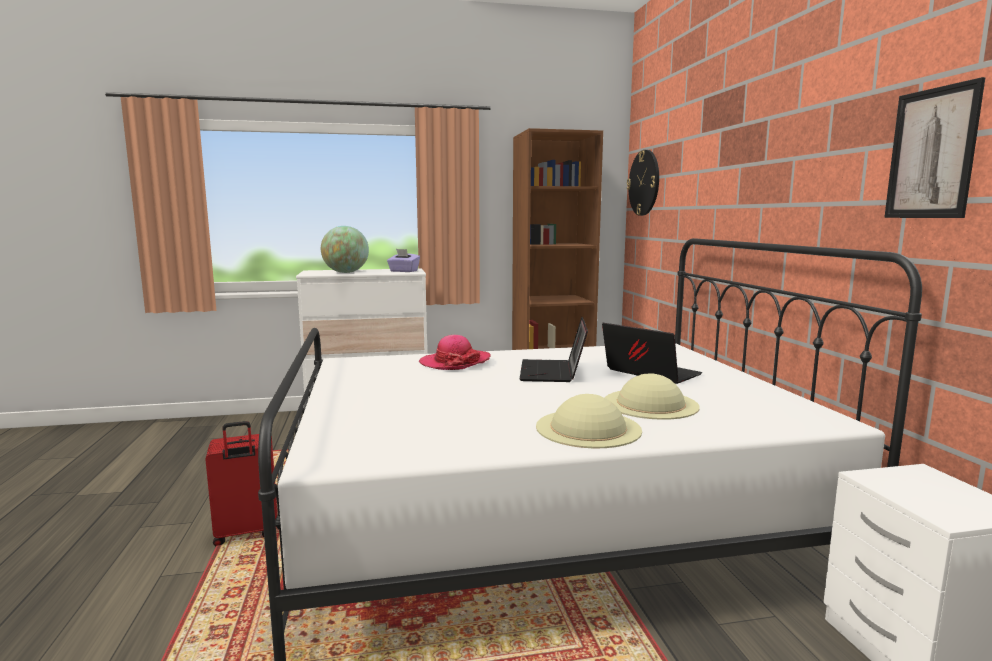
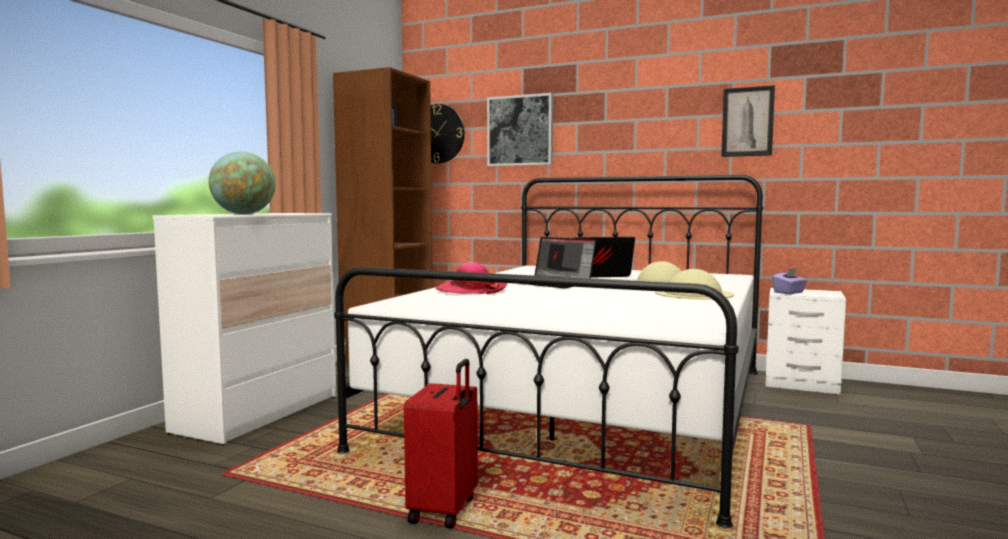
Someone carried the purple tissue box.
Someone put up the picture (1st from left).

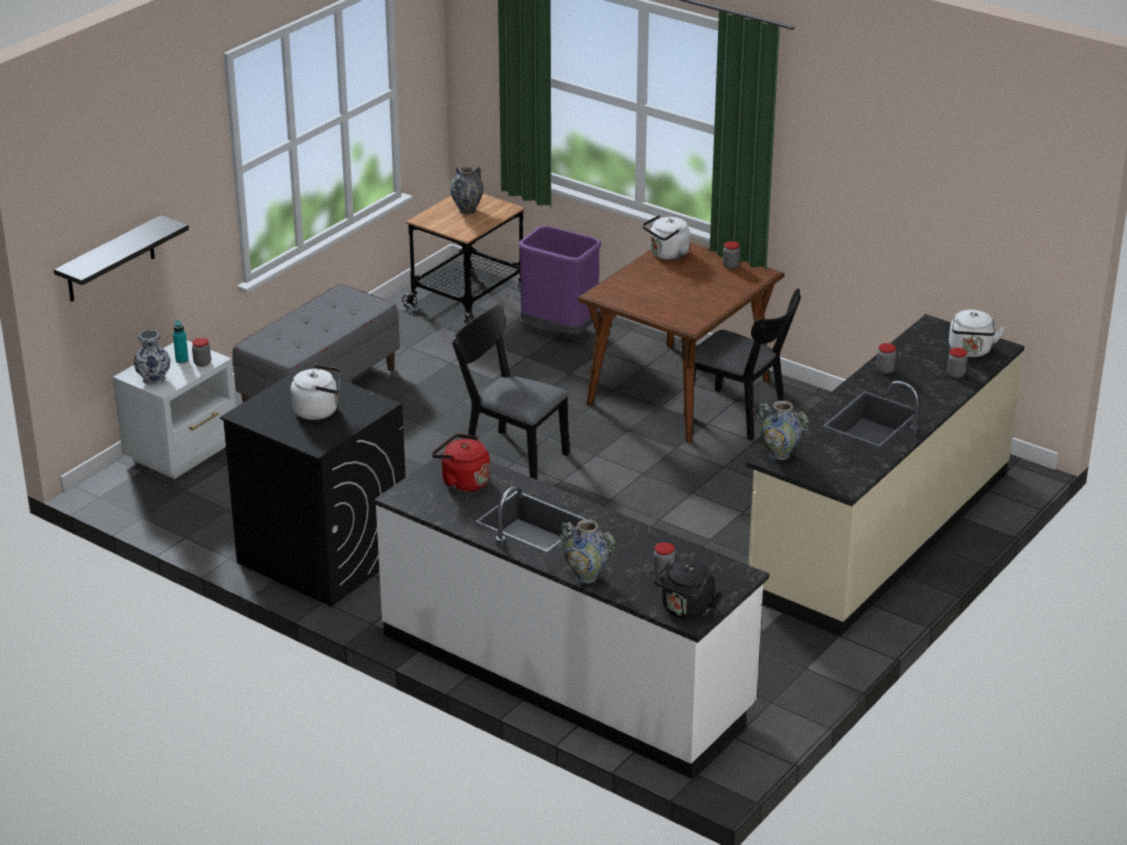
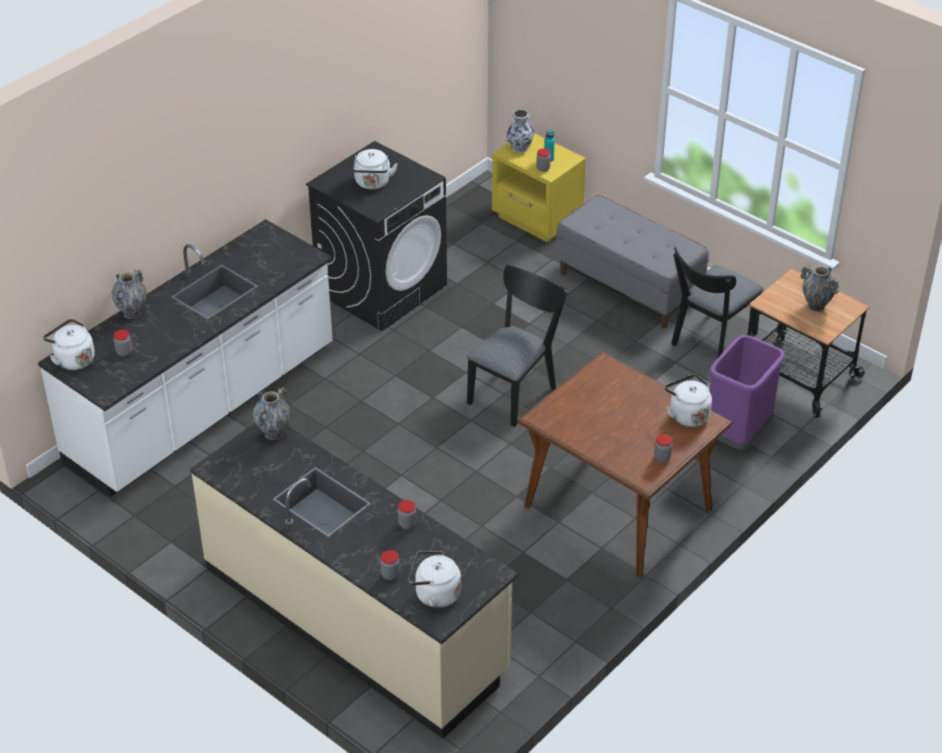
Someone took away the shelf.
Someone repainted the white nightstand, which became the yellow nightstand.
Someone took away the red kettle.
Someone repainted the black kettle, which became the white kettle (1st from left).
Someone carried the black chair (2nd from left).

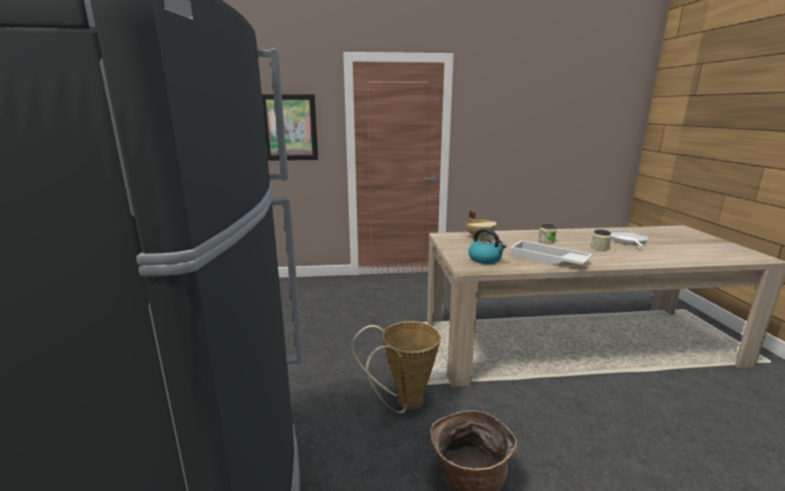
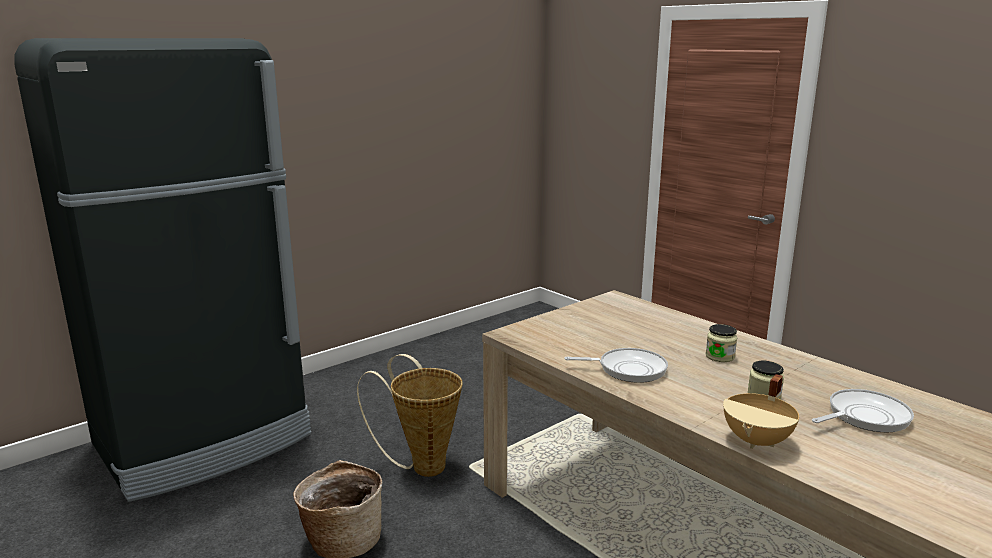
Someone took away the picture.
Someone carried the beige cooking pot.
Someone took away the kettle.
Someone swapped the white tray for the frying pan (1st from left).

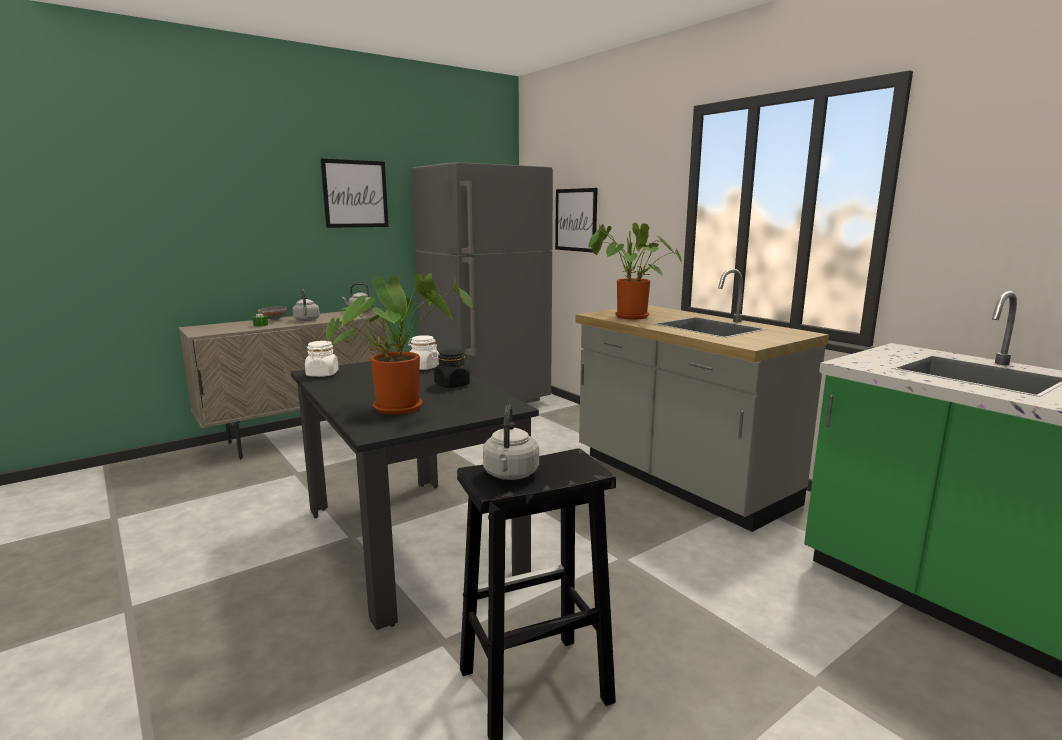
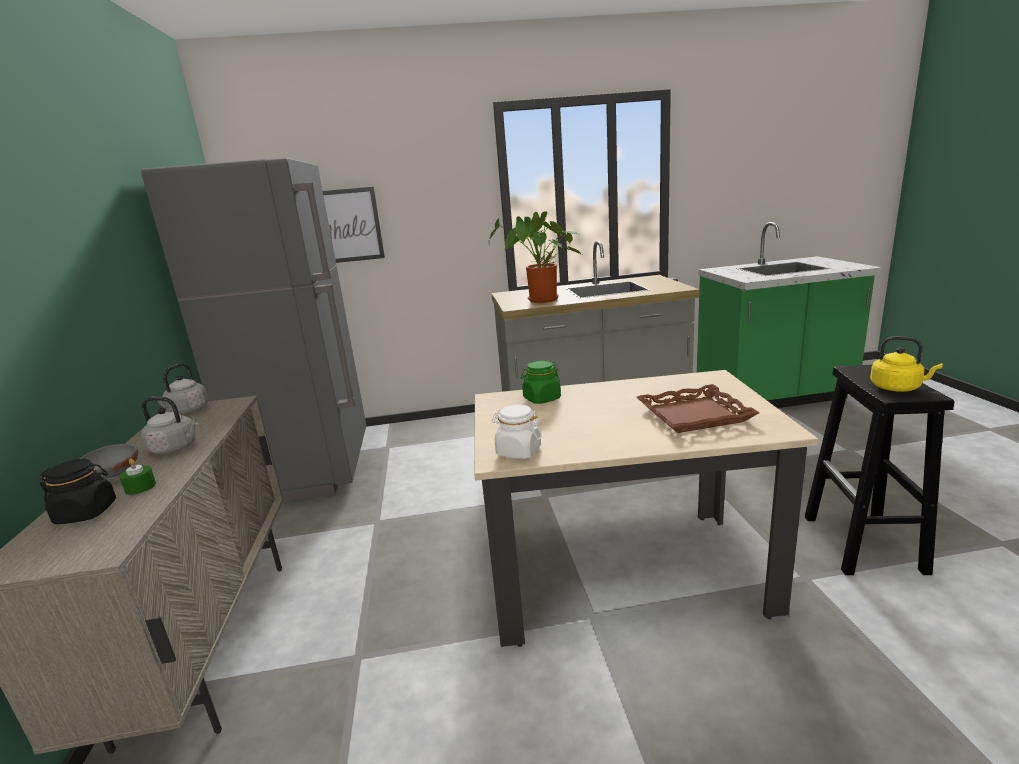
Someone repainted the black dining table, which became the beige dining table.
Someone took away the picture (1st from left).
Someone swapped the potted plant (1st from left) for the brown tray.
Someone repainted the white jar (2nd from left), which became the green jar.
Someone carried the black jar.
Someone repainted the grey kettle (3rd from left), which became the yellow kettle.

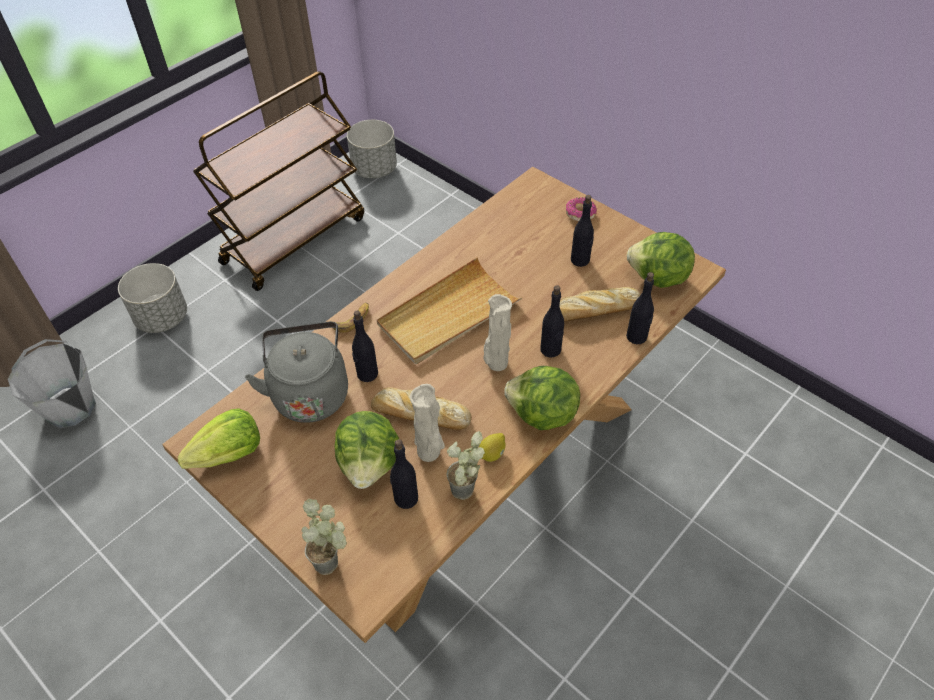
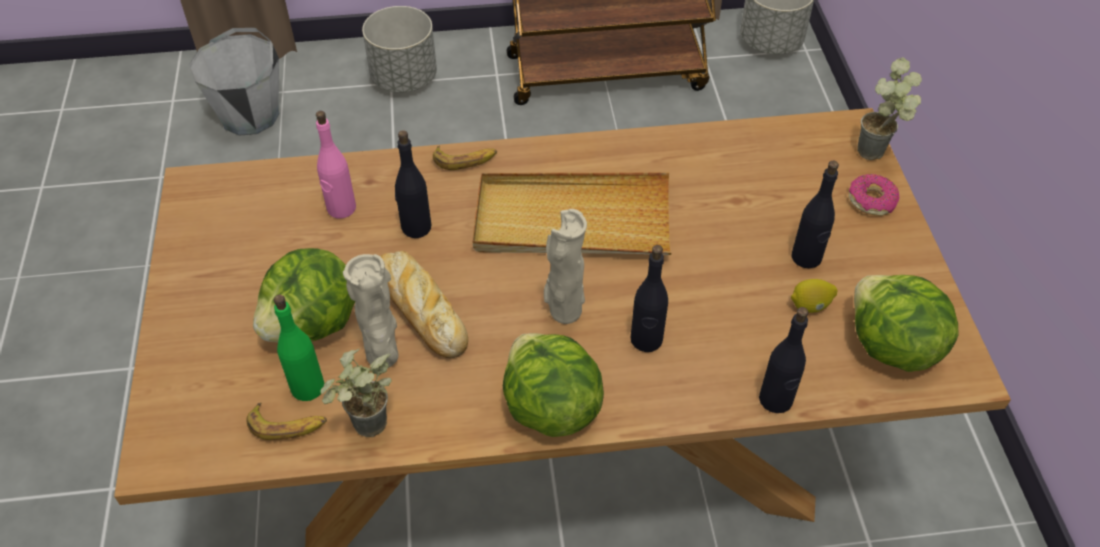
Someone took away the lettuce (1st from left).
Someone swapped the grey kettle for the pink bottle.
Someone carried the potted plant (1st from left in the first image).
Someone repainted the black bottle (2nd from left), which became the green bottle.
Someone carried the lemon.
Someone took away the bread (2nd from left).
Someone put down the banana (1st from left).

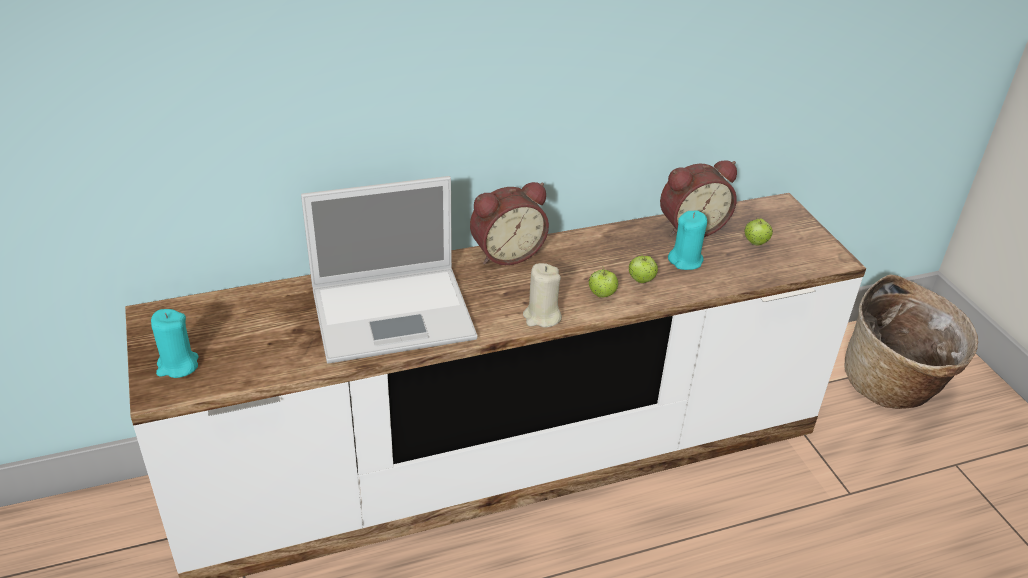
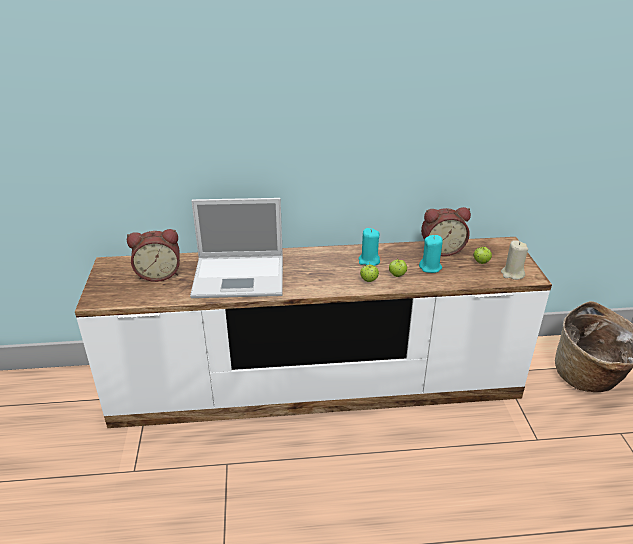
Someone carried the turquoise candle (1st from left).
Someone carried the alarm clock (1st from left).
Someone carried the beige candle.

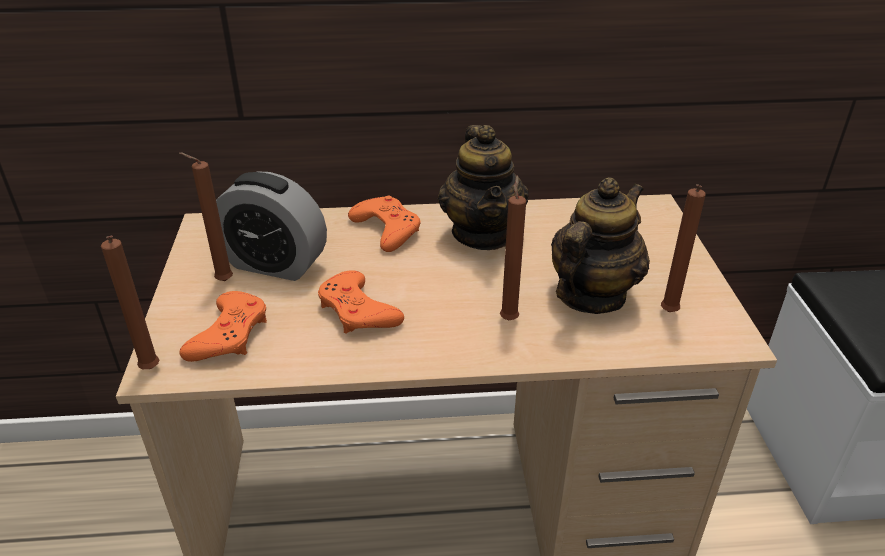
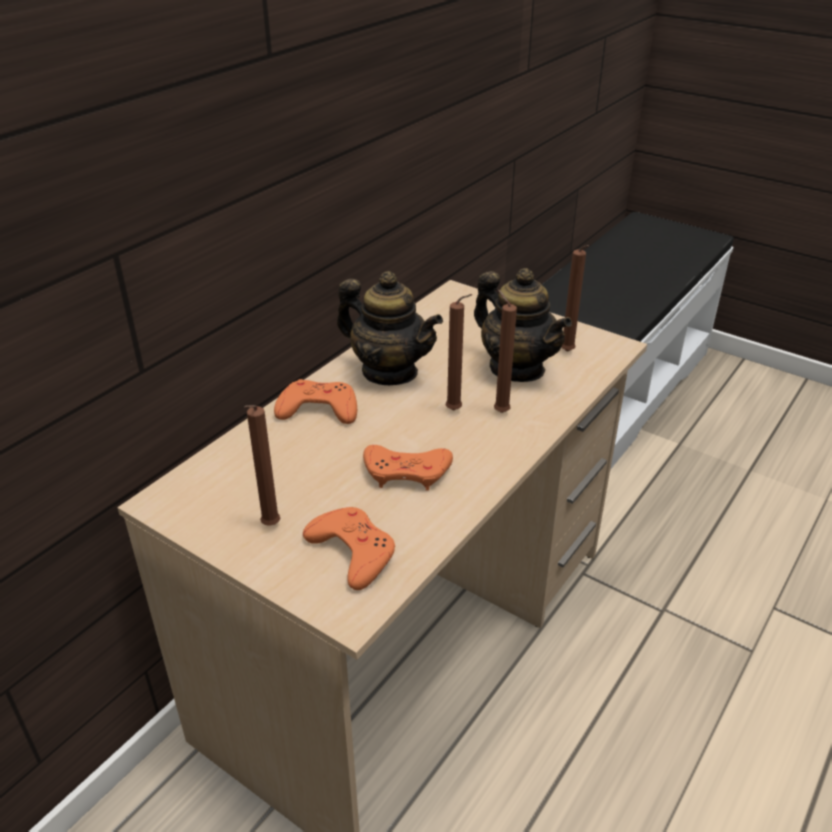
Someone carried the brown candle (1st from left in the first image).
Someone took away the alarm clock.
Someone rotated the teapot (2nd from left) by 150 degrees clockwise.

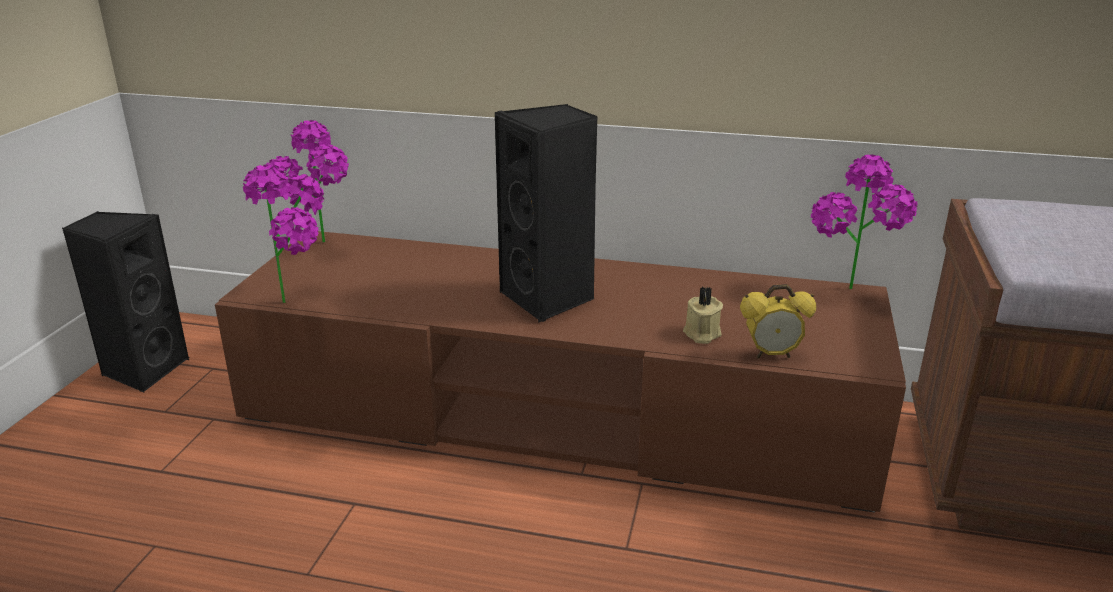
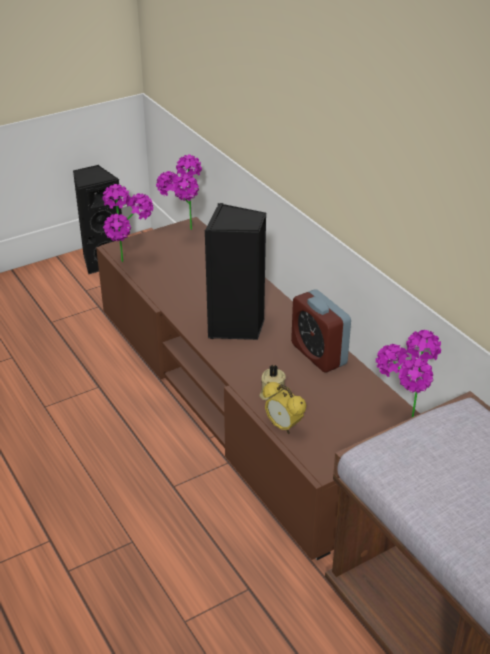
Someone put down the alarm clock (2nd from left).

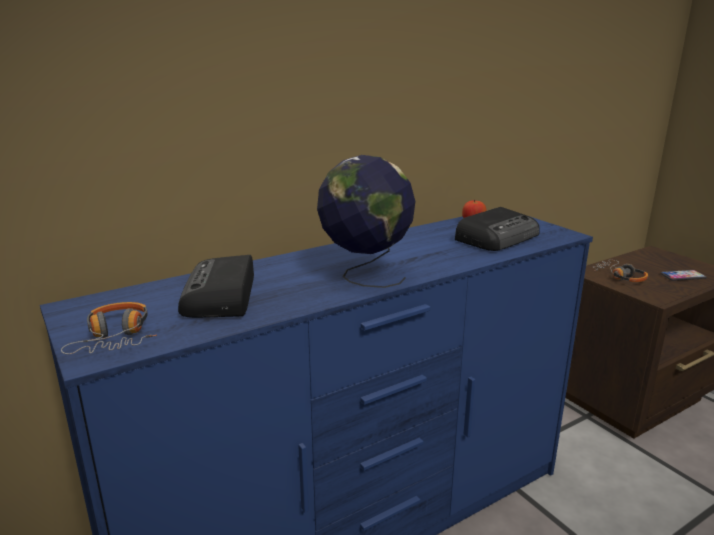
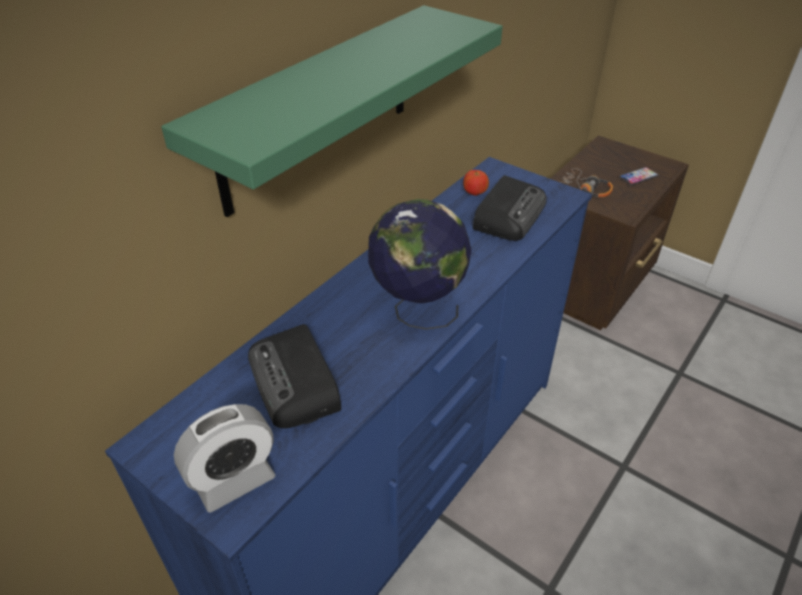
Someone swapped the headphones (1st from left) for the alarm clock.
Someone put up the green shelf.

